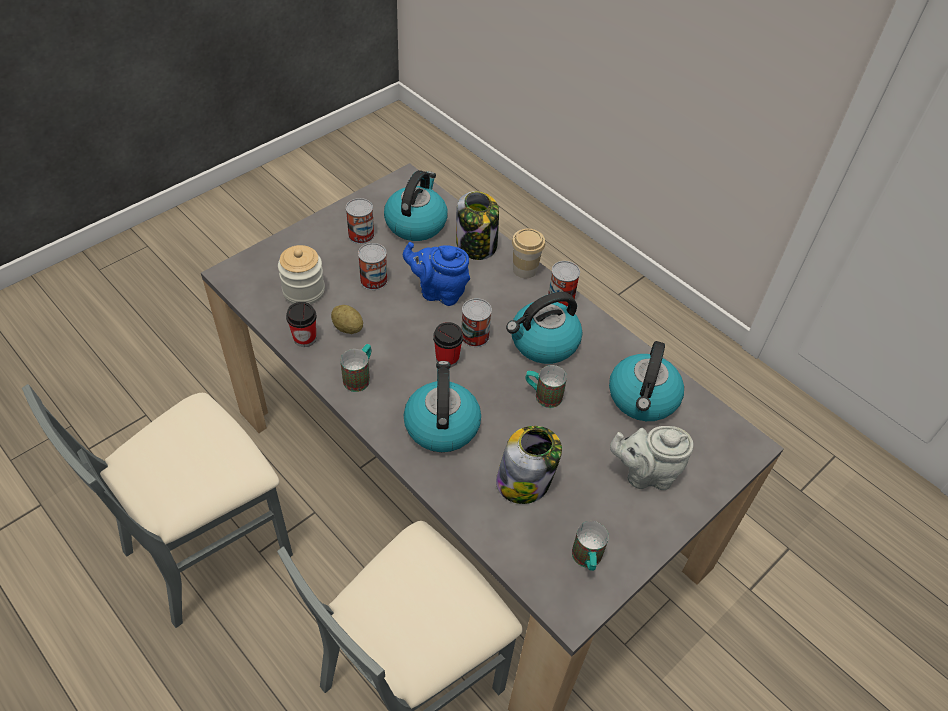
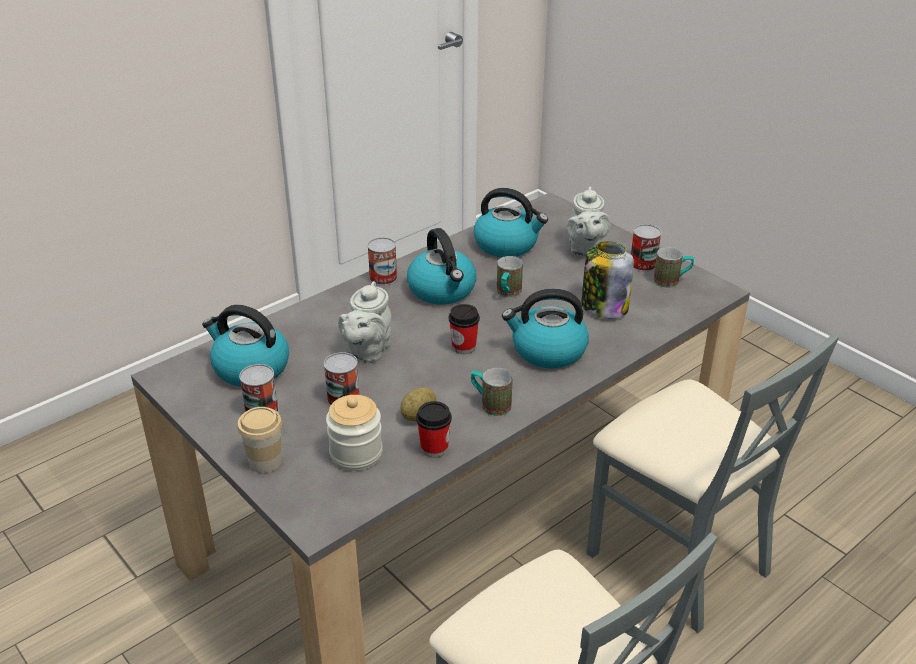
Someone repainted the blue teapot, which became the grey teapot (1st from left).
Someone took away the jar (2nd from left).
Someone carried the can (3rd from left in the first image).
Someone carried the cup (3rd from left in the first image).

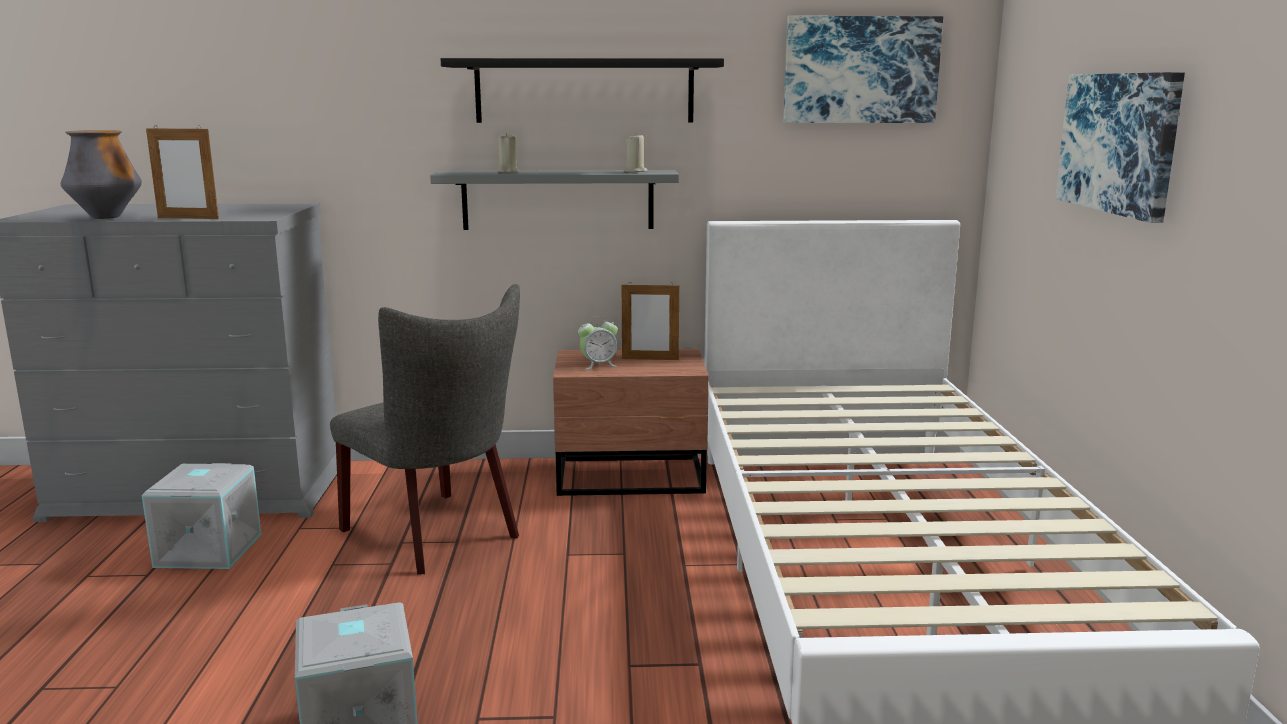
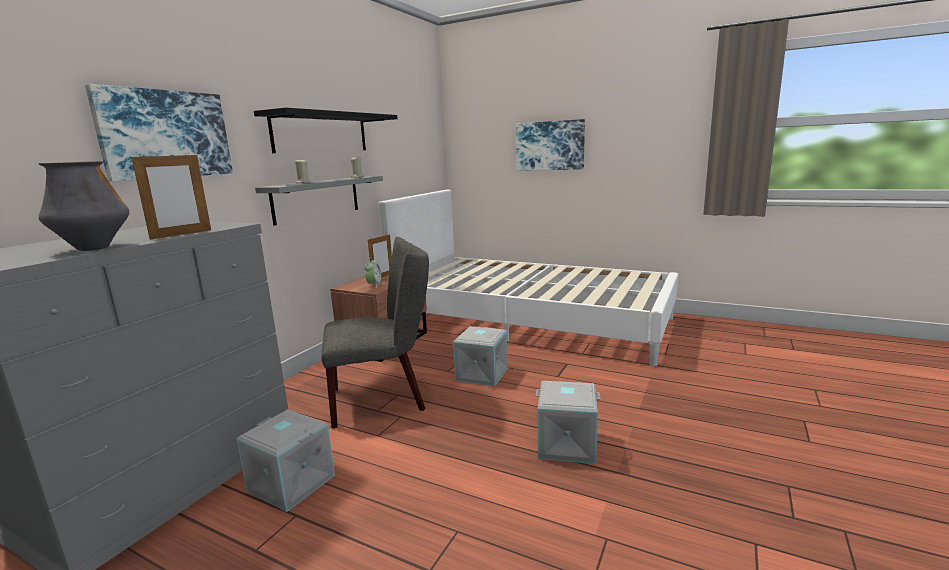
Someone carried the picture (1st from left).
Someone put down the grey storage box (2nd from left).

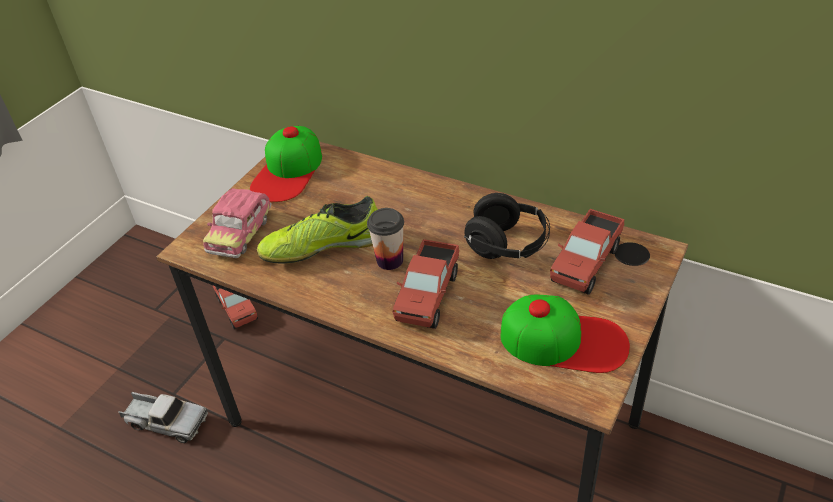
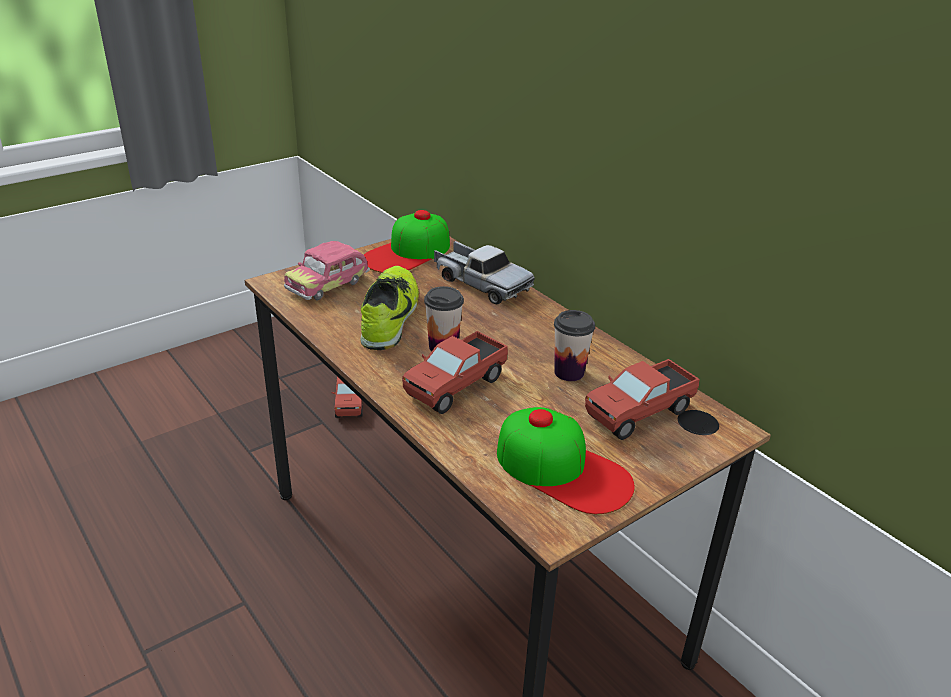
Someone carried the toy truck (1st from left in the first image).
Someone rotated the shoe by 90 degrees clockwise.
Someone swapped the black headphones for the cup (2nd from left).

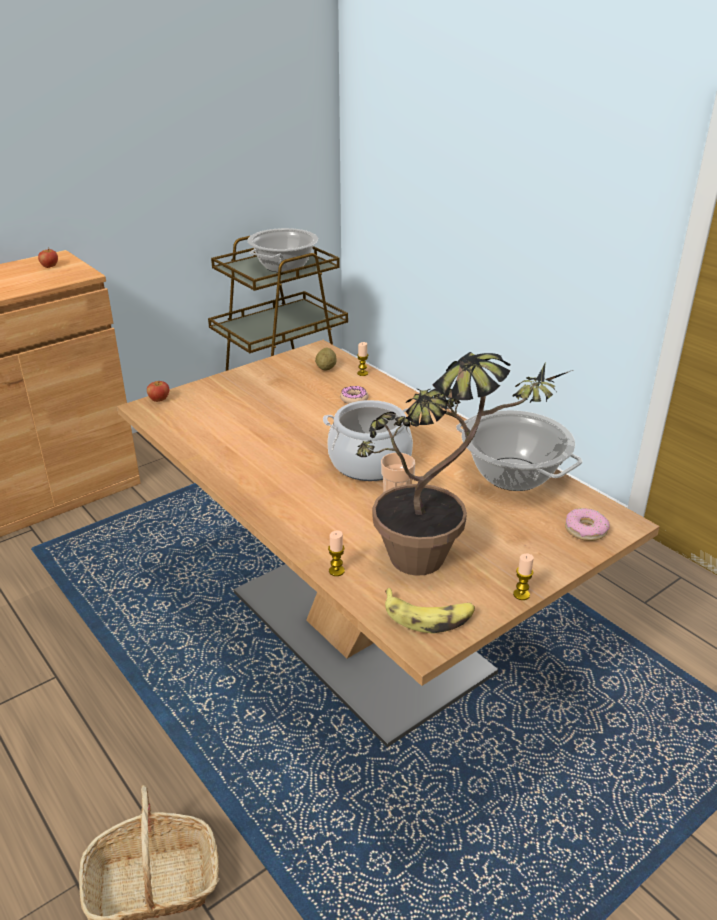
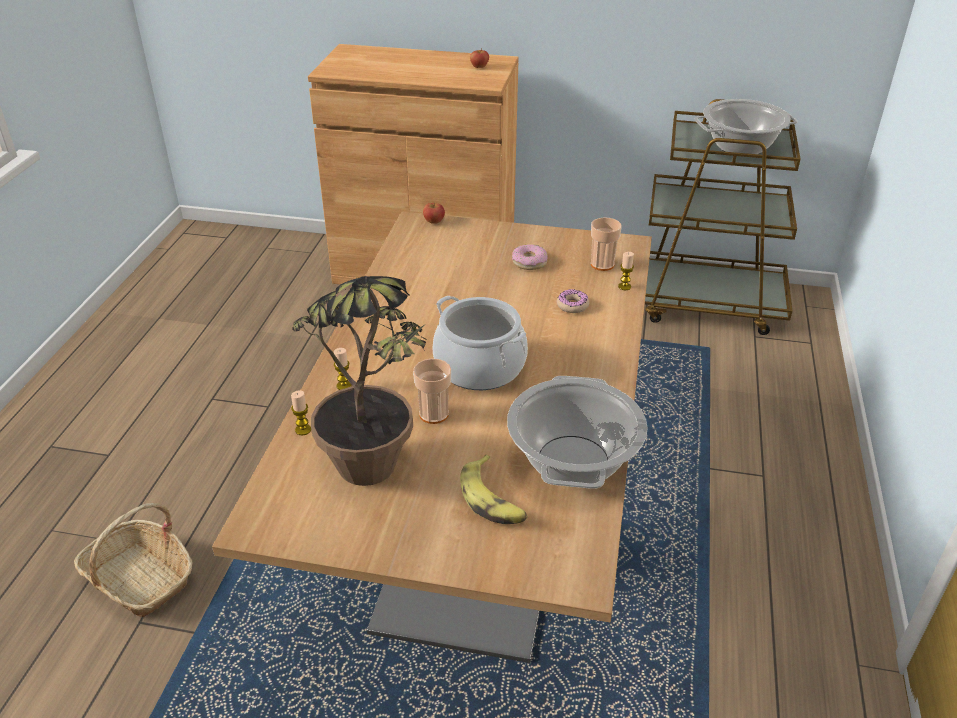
Someone swapped the potato for the cup (2nd from left).
Someone carried the banana.
Someone carried the candle (3rd from left in the first image).
Someone carried the donut (2nd from left in the first image).

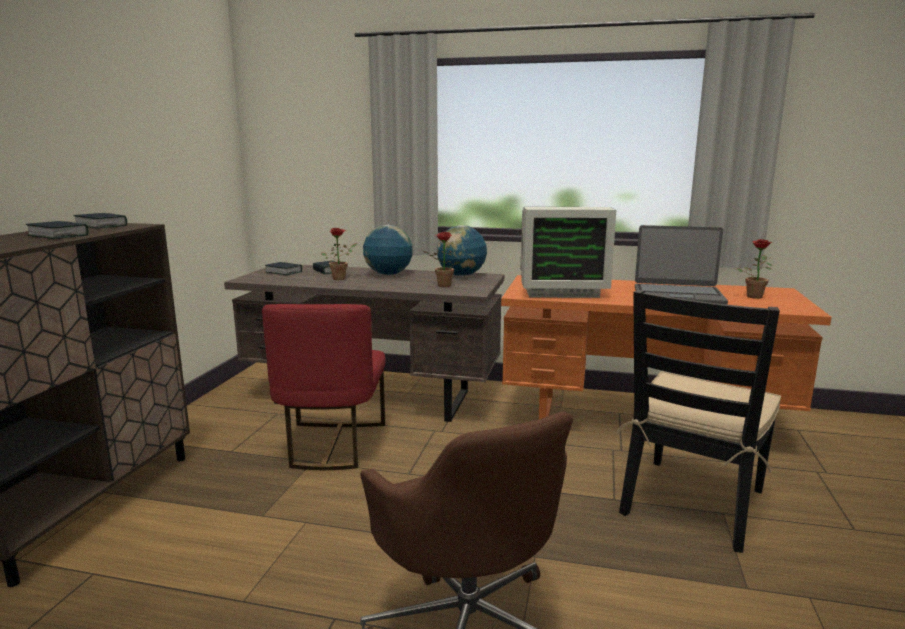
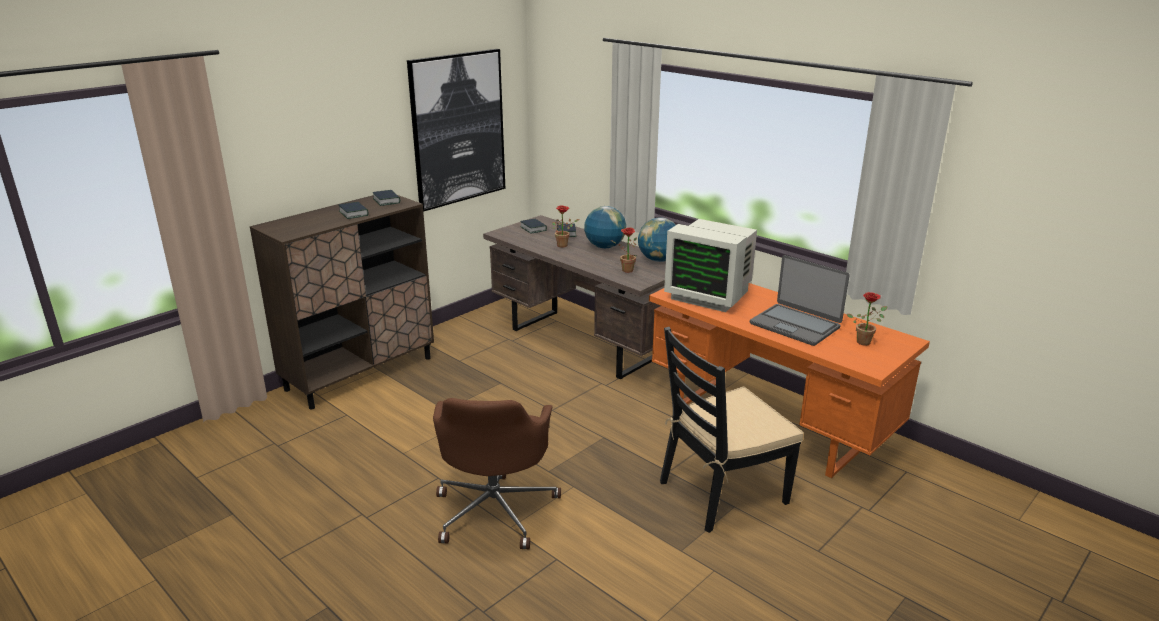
Someone took away the red chair.
Someone put up the picture.

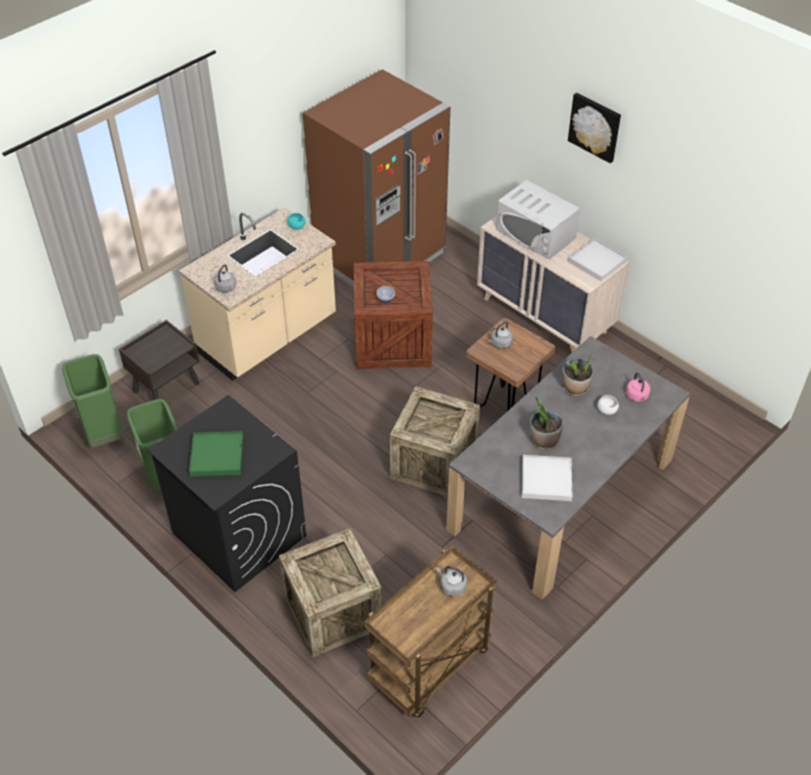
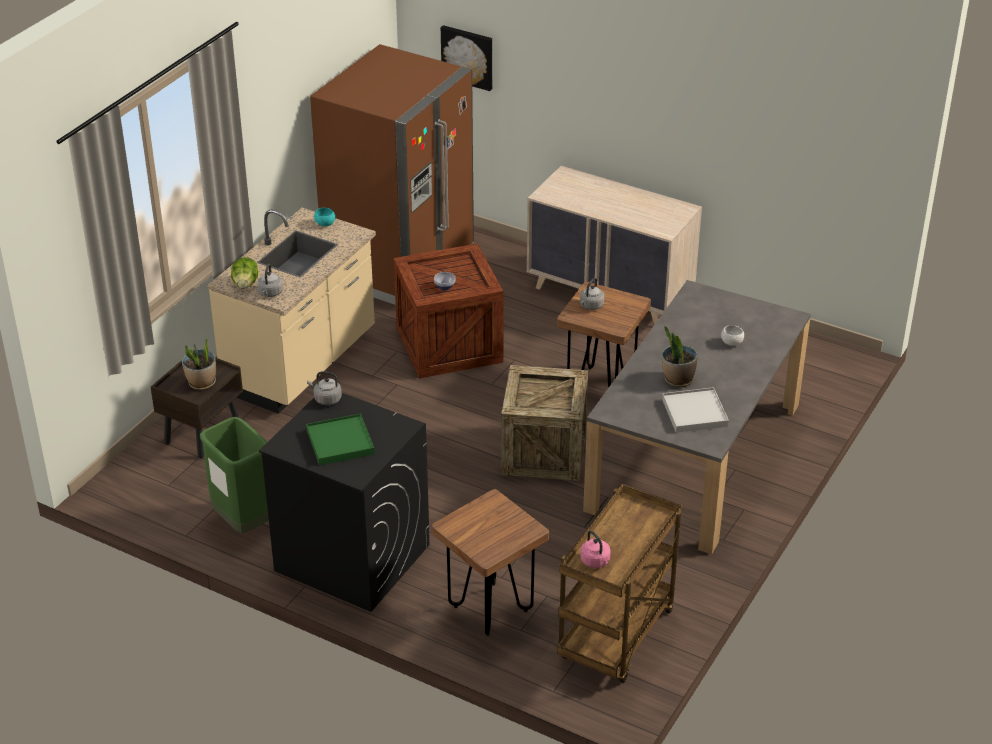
Someone took away the green trash can (1st from left).
Someone swapped the crate (1st from left) for the brown stool (1st from left).
Someone carried the grey kettle (2nd from left).
Someone took away the white microwave.
Someone carried the potted plant (2nd from left in the first image).
Someone carried the picture.
Someone took away the white tray (2nd from left).
Someone carried the pink kettle.
Someone put down the lettuce.

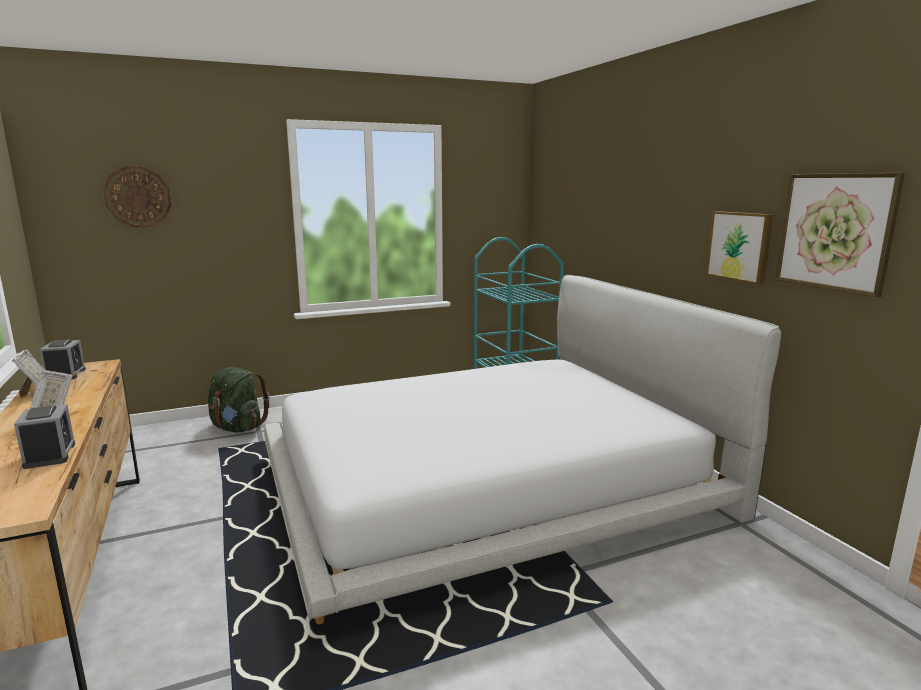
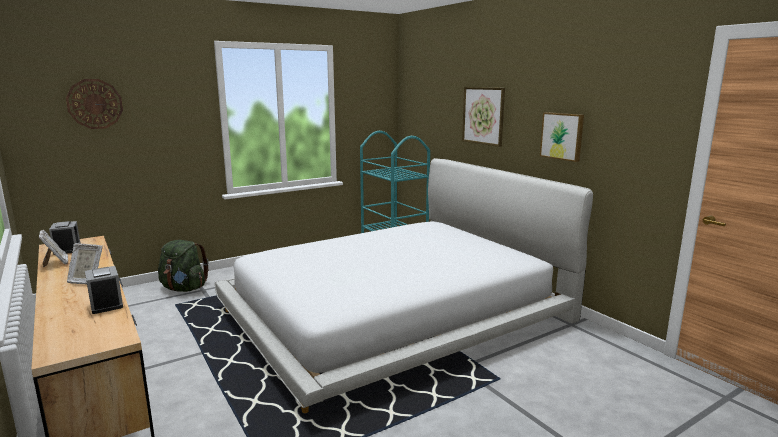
Someone carried the picture (2nd from left in the first image).

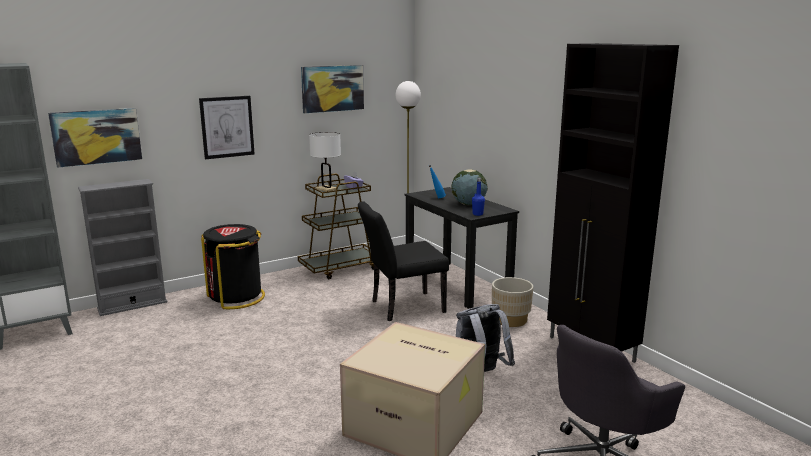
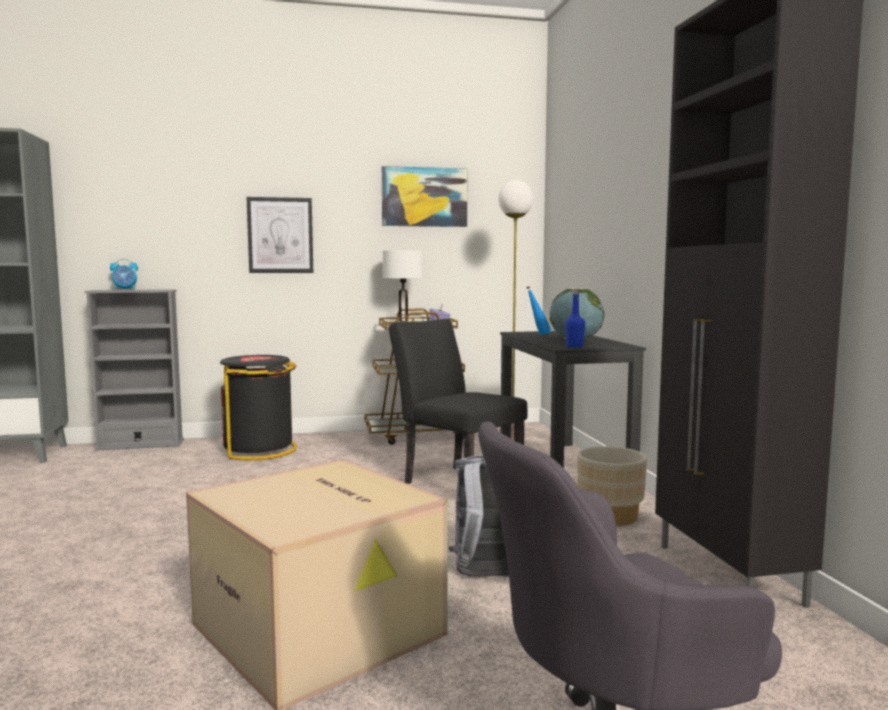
Someone took away the picture (1st from left).
Someone rotated the black chair by 45 degrees clockwise.
Someone put down the alarm clock.

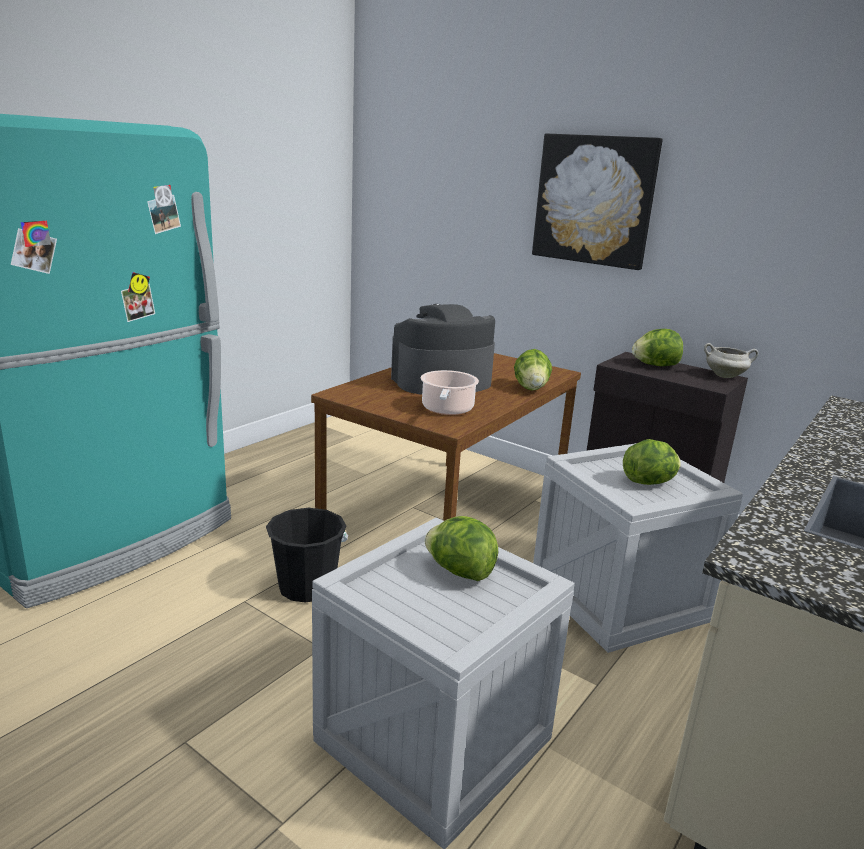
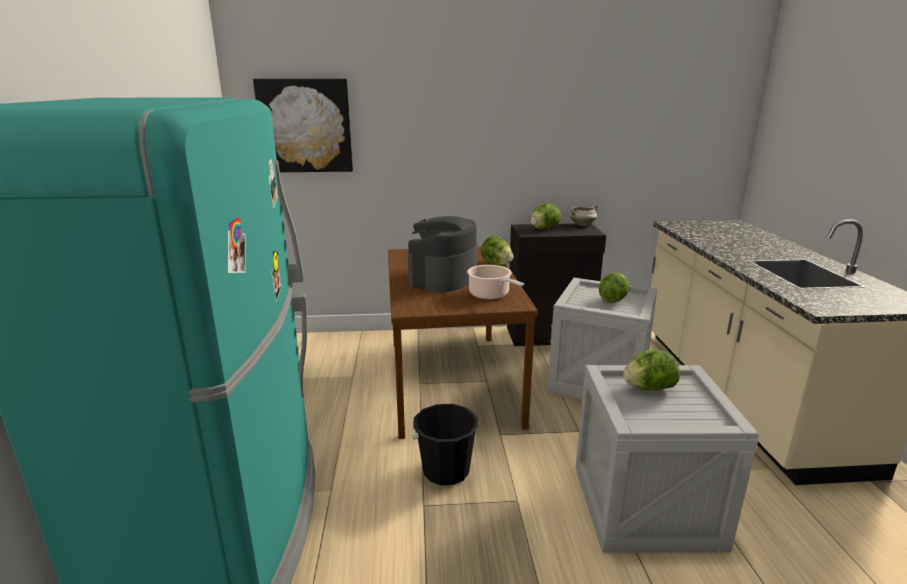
Someone carried the picture.

